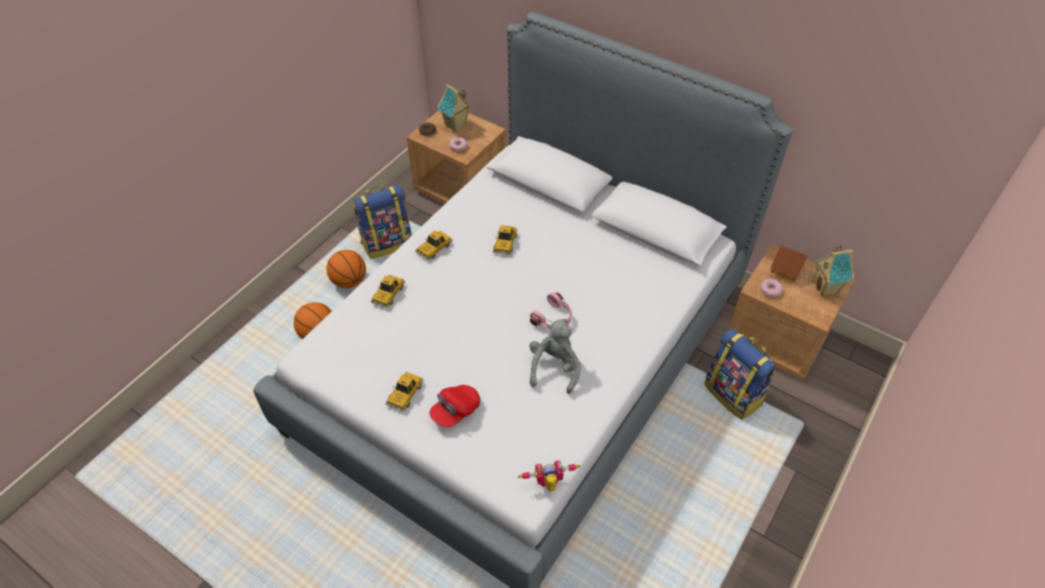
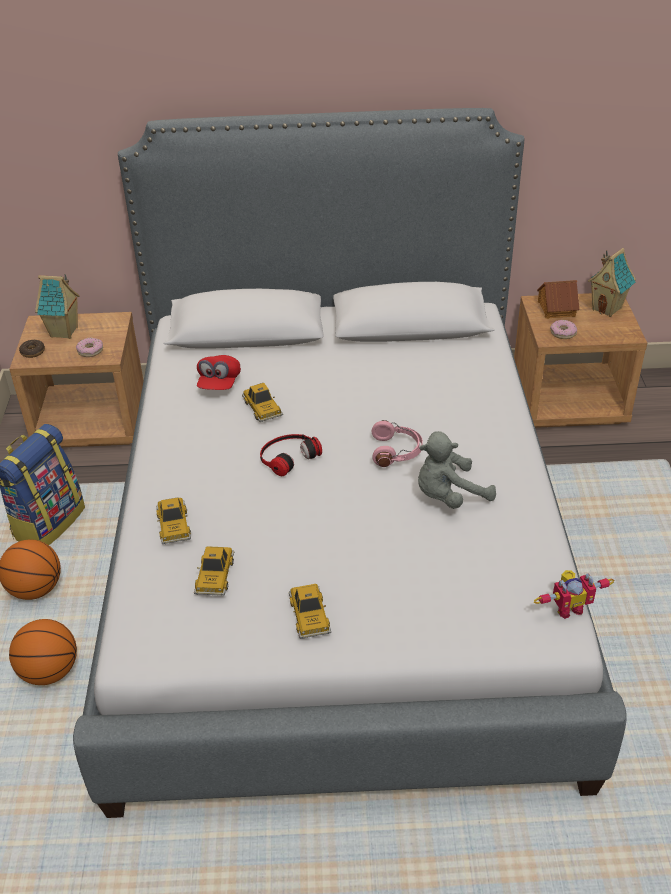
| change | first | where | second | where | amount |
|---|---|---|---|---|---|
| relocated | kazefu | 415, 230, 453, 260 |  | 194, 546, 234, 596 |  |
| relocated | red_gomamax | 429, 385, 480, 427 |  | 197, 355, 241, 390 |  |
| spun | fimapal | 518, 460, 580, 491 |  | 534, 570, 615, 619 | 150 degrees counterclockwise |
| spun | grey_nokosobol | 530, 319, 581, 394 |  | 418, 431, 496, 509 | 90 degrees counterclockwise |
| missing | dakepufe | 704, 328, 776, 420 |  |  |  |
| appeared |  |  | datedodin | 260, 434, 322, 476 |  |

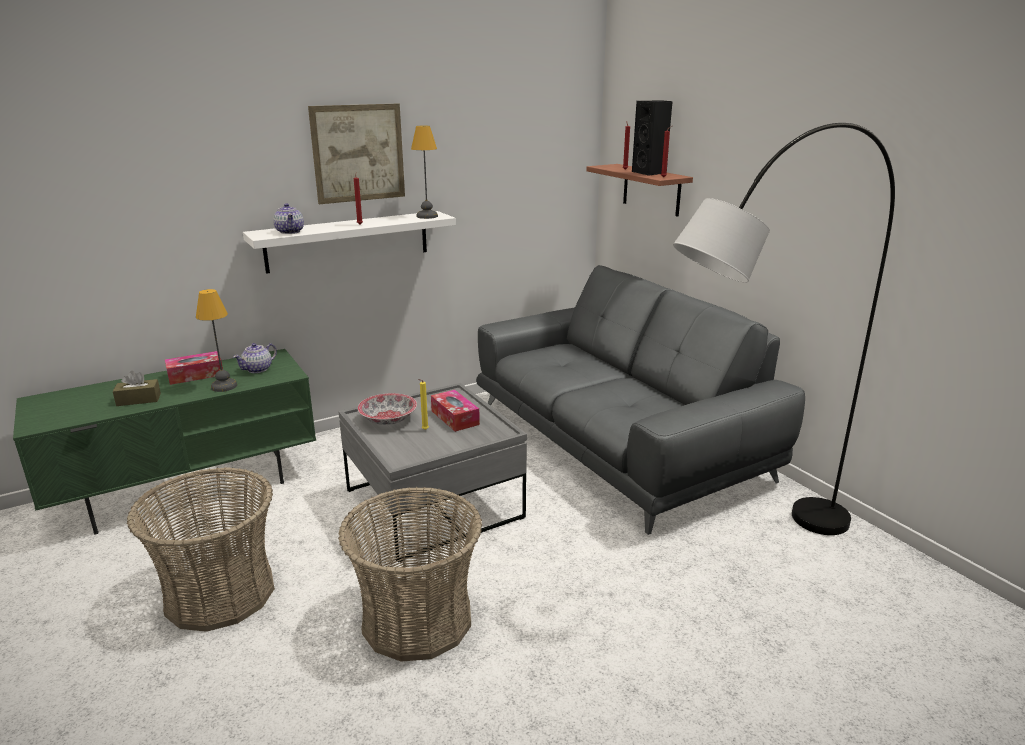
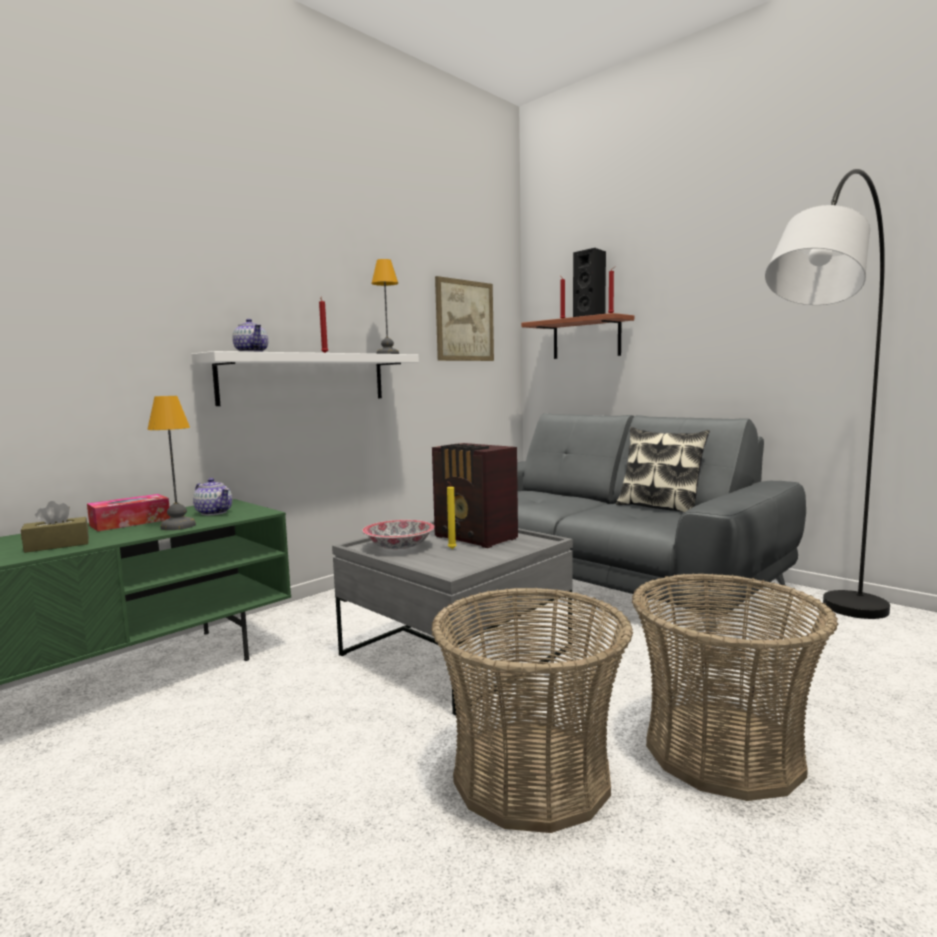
| change | first | where | second | where | amount |
|---|---|---|---|---|---|
| relocated | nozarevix | 127, 467, 275, 632 |  | 632, 573, 838, 801 |  |
| spun | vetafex | 233, 343, 277, 373 |  | 193, 478, 232, 515 | 75 degrees counterclockwise |
| relocated | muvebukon | 308, 104, 405, 204 |  | 435, 276, 494, 361 |  |
| exchanged | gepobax | 431, 390, 480, 432 | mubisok | 432, 443, 518, 548 |  |
| appeared |  |  | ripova | 616, 427, 710, 512 |  |

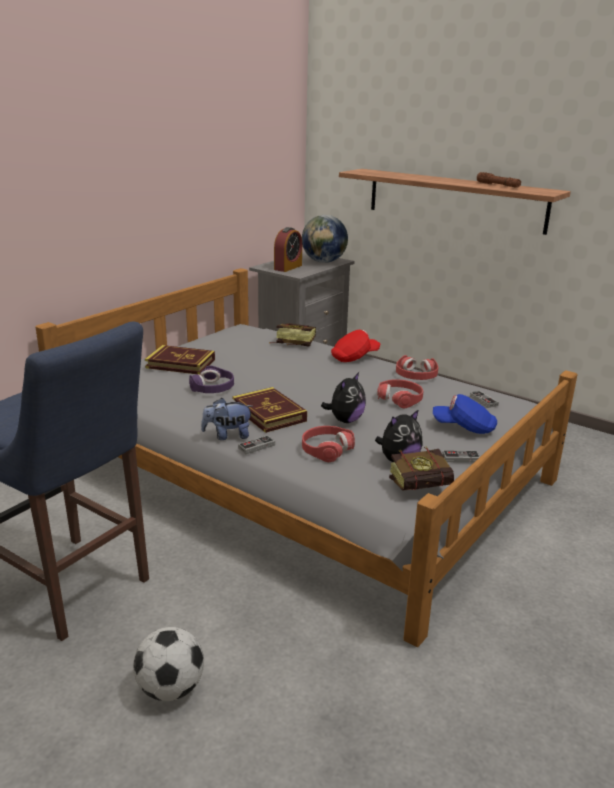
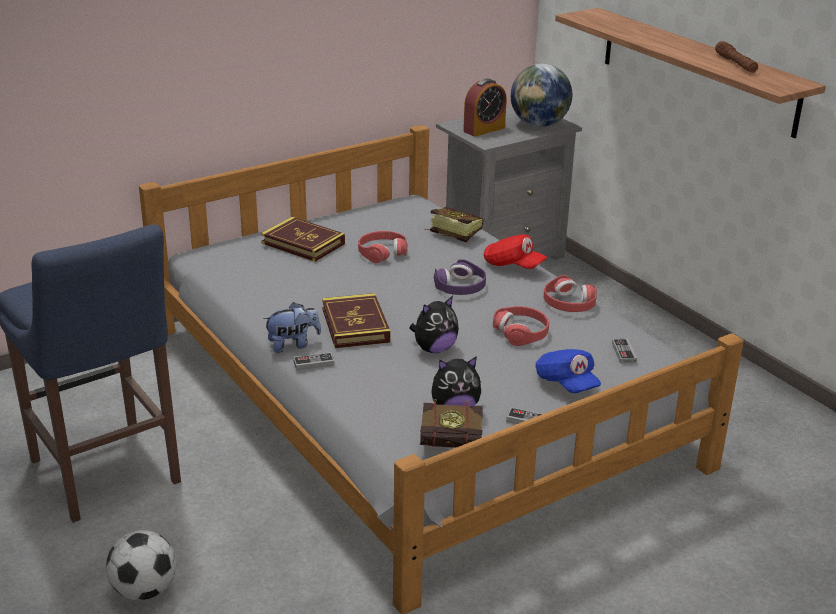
| change | first | where | second | where | amount |
|---|---|---|---|---|---|
| relocated | purple_datedodin | 189, 366, 234, 393 |  | 434, 259, 486, 295 |  |
| spun | nokosobol | 201, 398, 253, 440 |  | 263, 302, 321, 353 | 150 degrees clockwise |
| relocated | red_datedodin | 302, 426, 355, 462 |  | 358, 231, 407, 263 |  |
| spun | red_gomamax | 331, 330, 380, 362 |  | 483, 235, 547, 269 | 45 degrees clockwise |
| spun | blue_gomamax | 433, 394, 497, 434 |  | 536, 349, 601, 393 | 150 degrees counterclockwise |

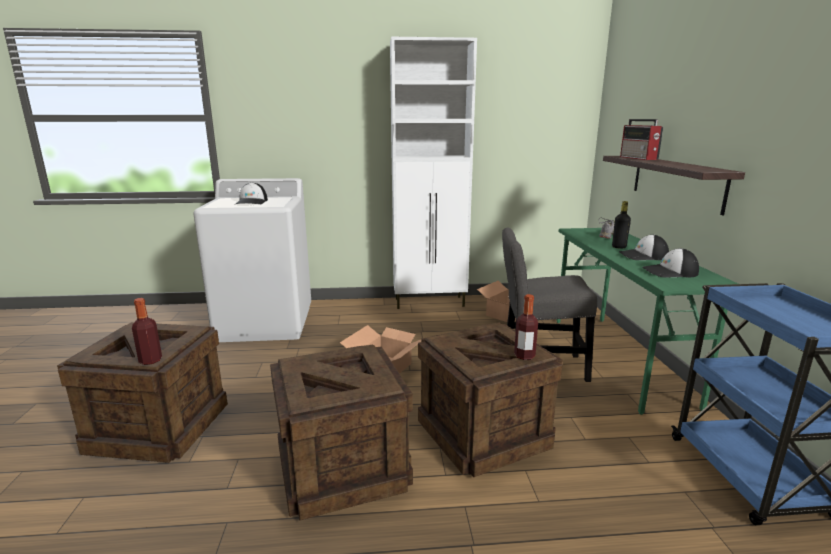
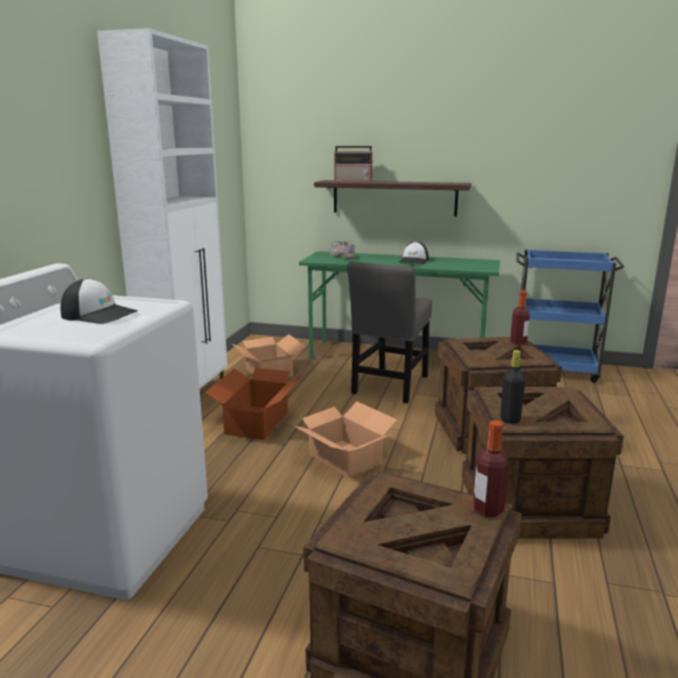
| change | first | where | second | where | amount |
|---|---|---|---|---|---|
| relocated | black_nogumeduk | 612, 201, 631, 249 |  | 500, 350, 526, 424 |  |
| missing | gomamax | 642, 248, 699, 278 |  |  |  |
| appeared |  |  | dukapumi | 205, 368, 302, 440 |  |

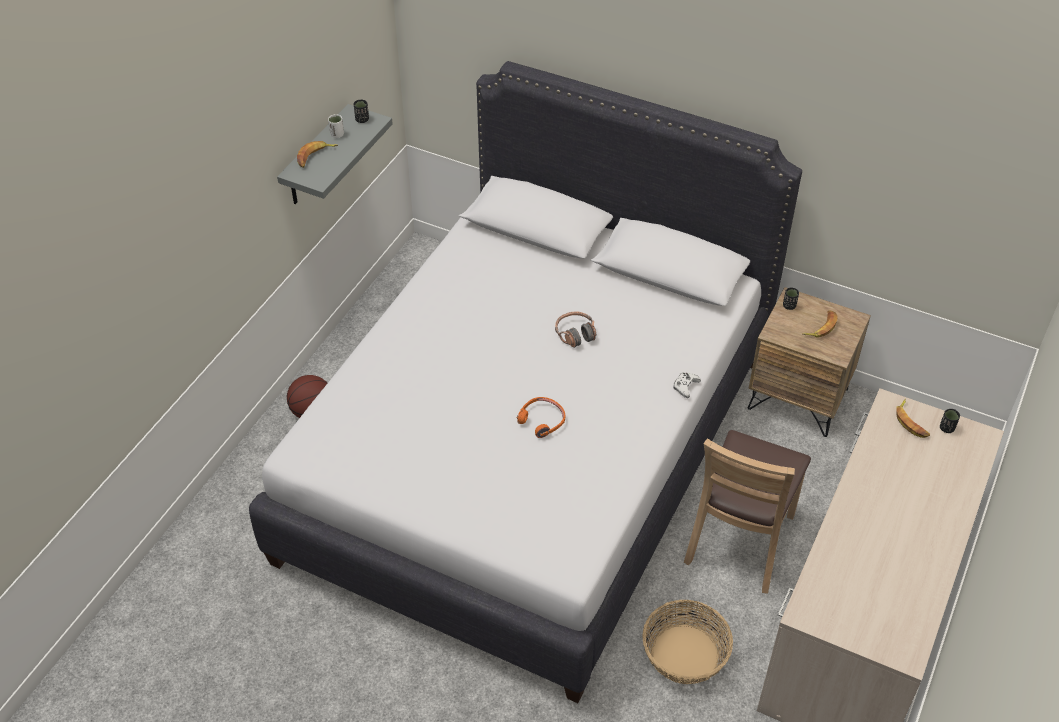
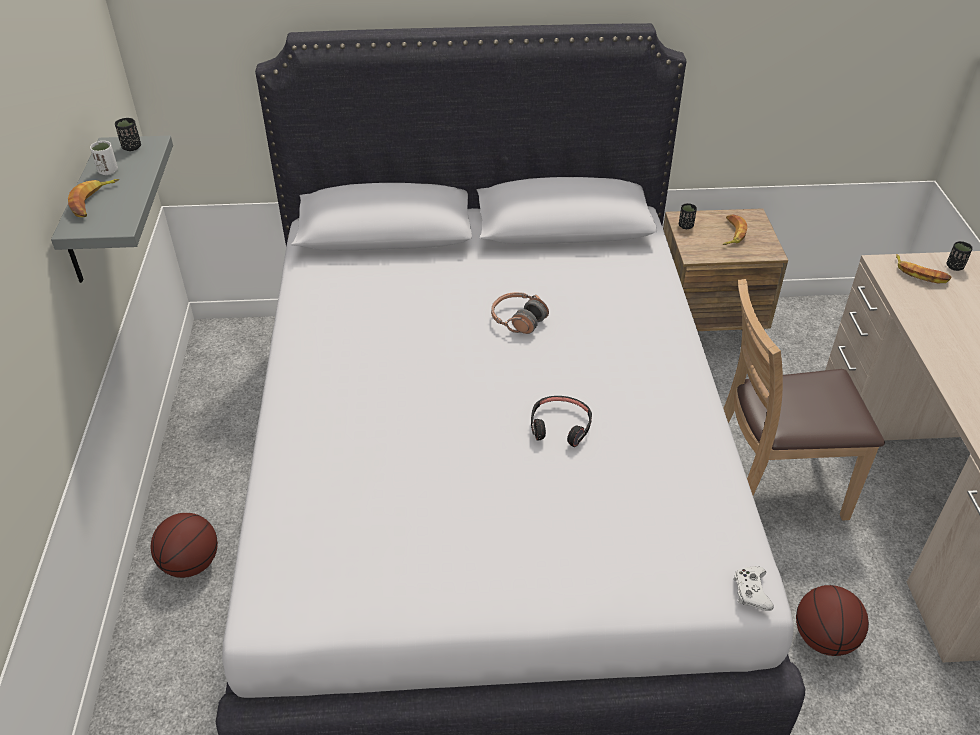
| change | first | where | second | where | amount |
|---|---|---|---|---|---|
| colour | orange_datedodin | 517, 397, 565, 438 | black_datedodin | 531, 396, 592, 447 |  |
| exchanged | nozarevix | 643, 600, 733, 684 | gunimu | 796, 585, 869, 656 |  |
| relocated | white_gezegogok | 673, 372, 701, 398 |  | 734, 566, 774, 611 |  |
| spun | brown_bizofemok | 684, 430, 811, 594 |  | 723, 279, 885, 521 | 90 degrees clockwise |

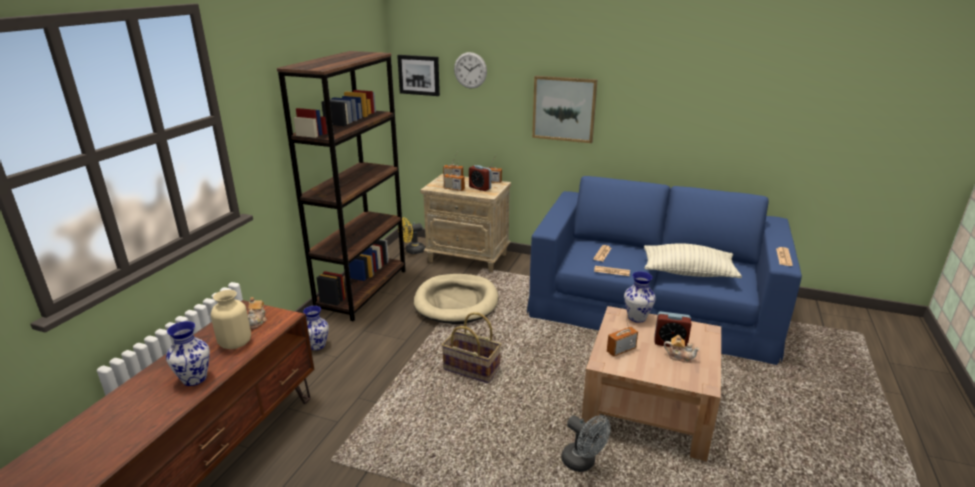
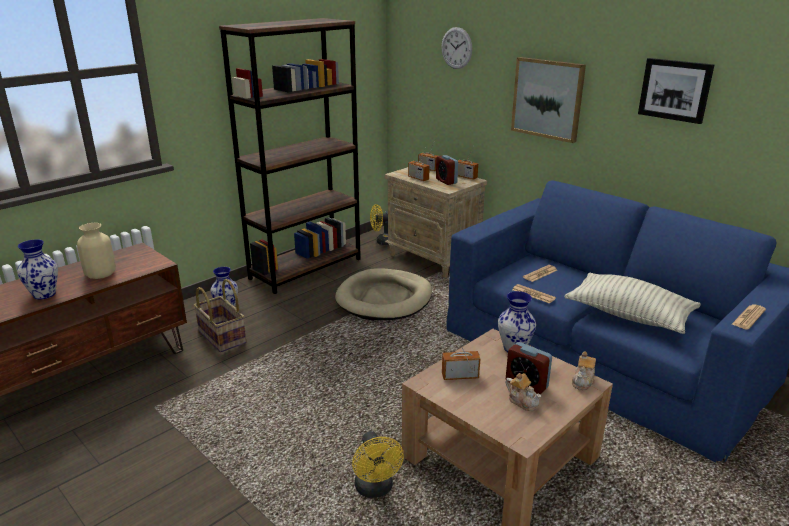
| change | first | where | second | where | amount |
|---|---|---|---|---|---|
| relocated | vetafex | 248, 297, 267, 329 |  | 572, 352, 596, 390 |  |
| relocated | muvebukon | 397, 55, 440, 96 |  | 638, 58, 714, 124 |  |
| relocated | nozarevix | 442, 312, 501, 383 |  | 194, 279, 246, 353 |  |
| colour | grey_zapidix | 561, 415, 611, 472 | yellow_zapidix | 352, 431, 404, 498 |  |

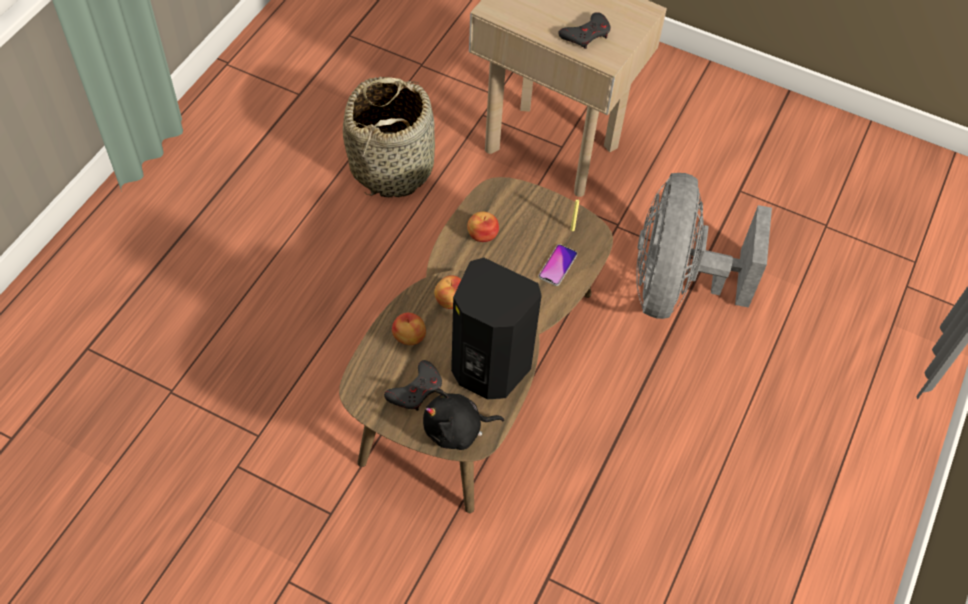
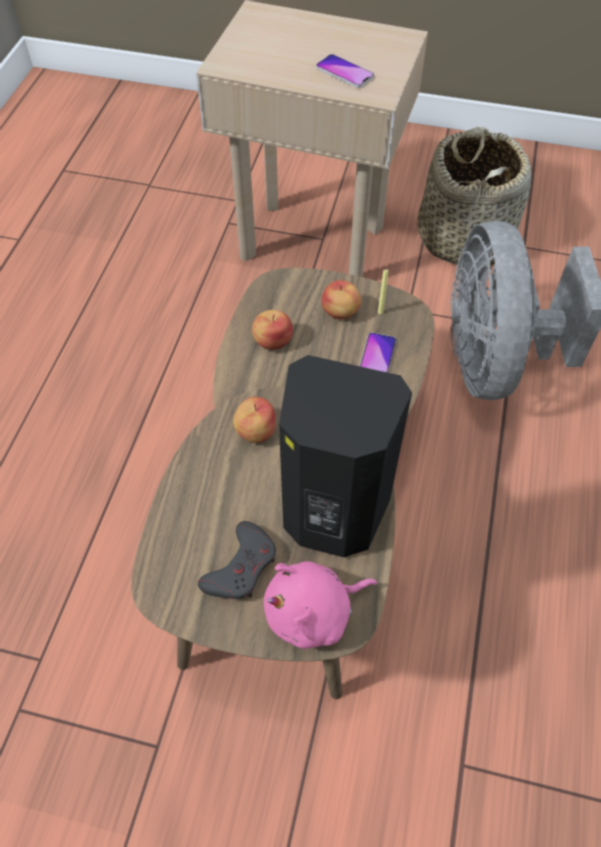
| change | first | where | second | where | amount |
|---|---|---|---|---|---|
| relocated | nozarevix | 343, 77, 435, 197 |  | 417, 127, 531, 266 |  |
| relocated | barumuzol | 392, 312, 426, 345 |  | 321, 280, 361, 319 |  |
| colour | black_nokosobol | 423, 389, 504, 450 | pink_nokosobol | 264, 561, 377, 649 |  |
| exchanged | grey_gezegogok | 558, 12, 611, 49 | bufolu | 316, 54, 374, 88 |  |

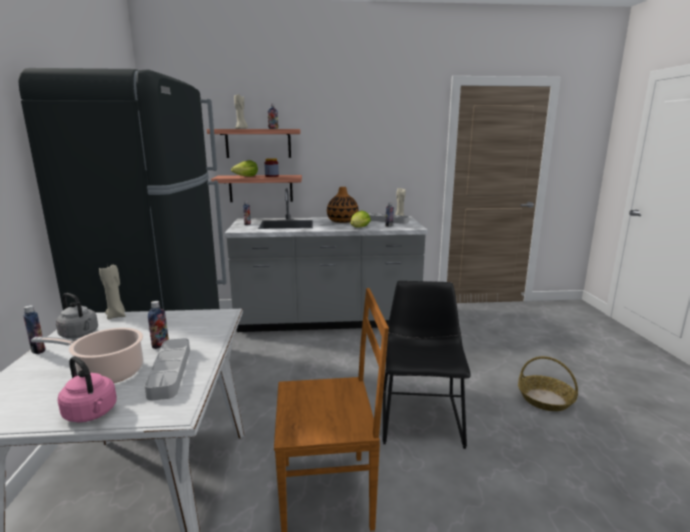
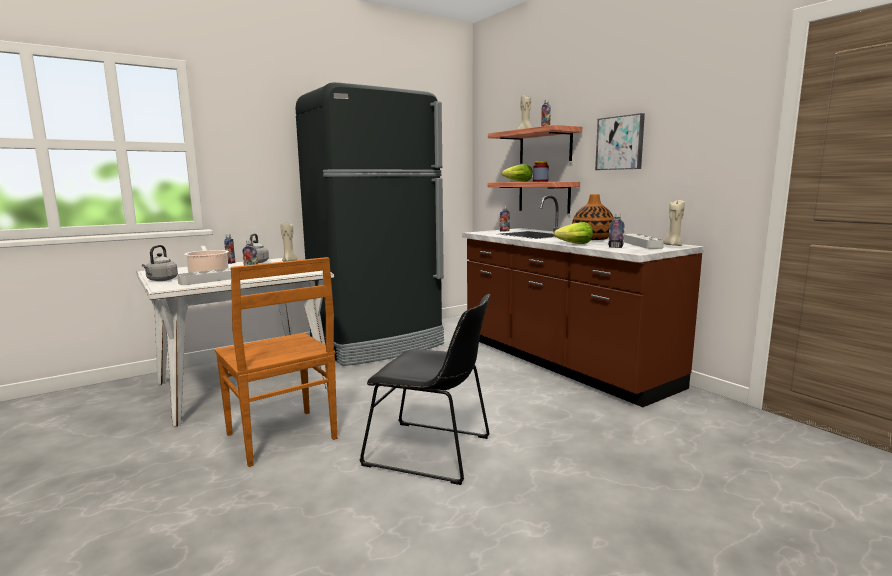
| change | first | where | second | where | amount |
|---|---|---|---|---|---|
| colour | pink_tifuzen | 57, 356, 117, 422 | grey_tifuzen | 142, 245, 178, 281 |  |
| colour | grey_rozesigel | 224, 188, 428, 332 | brown_rozesigel | 462, 195, 705, 407 |  |
| spun | black_bizofemok | 382, 281, 471, 449 |  | 359, 294, 490, 485 | 45 degrees clockwise |
| missing | nozarevix | 518, 356, 578, 411 |  |  |  |
| appeared |  |  | muvebukon | 595, 113, 645, 170 |  |

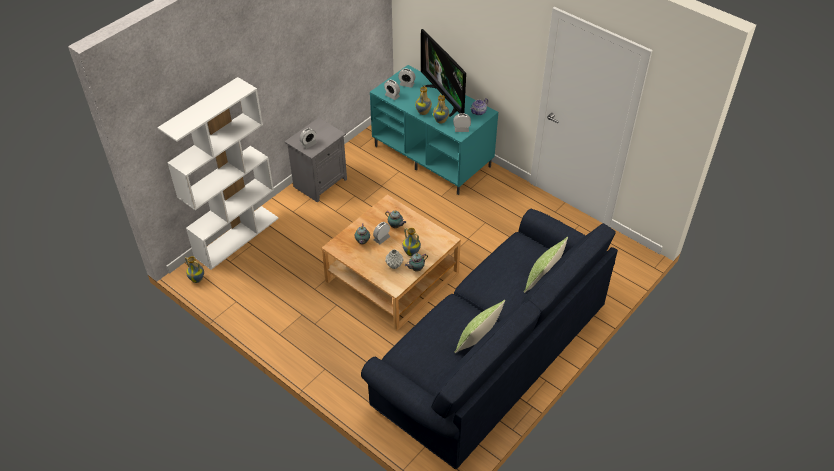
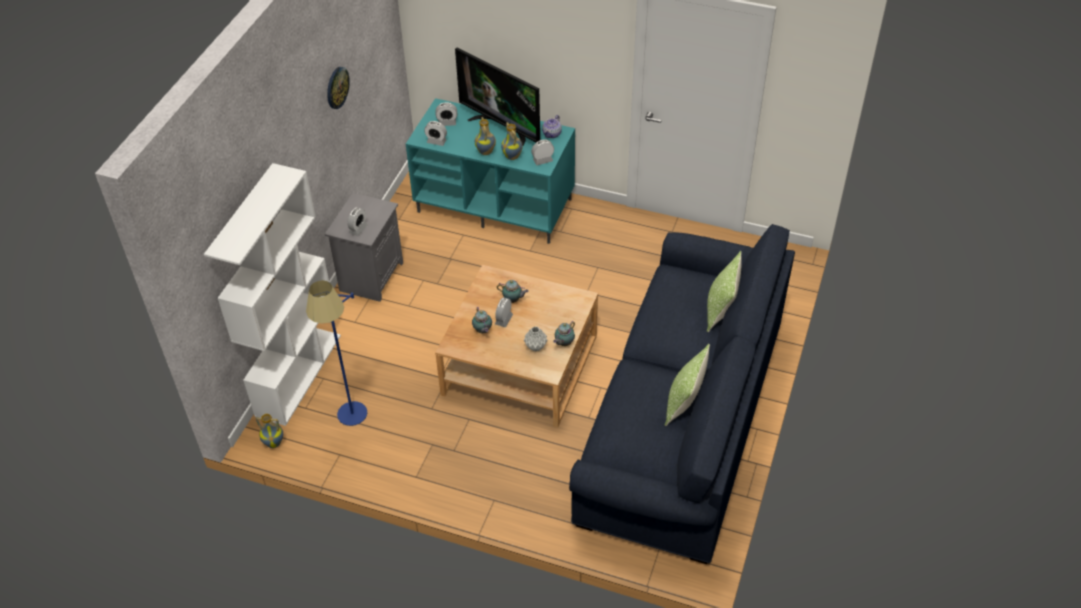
| change | first | where | second | where | amount |
|---|---|---|---|---|---|
| missing | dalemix | 402, 228, 421, 256 |  |  |  |
| appeared |  |  | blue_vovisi | 306, 280, 367, 426 |  |
| appeared |  |  | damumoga | 327, 67, 350, 109 |  |

